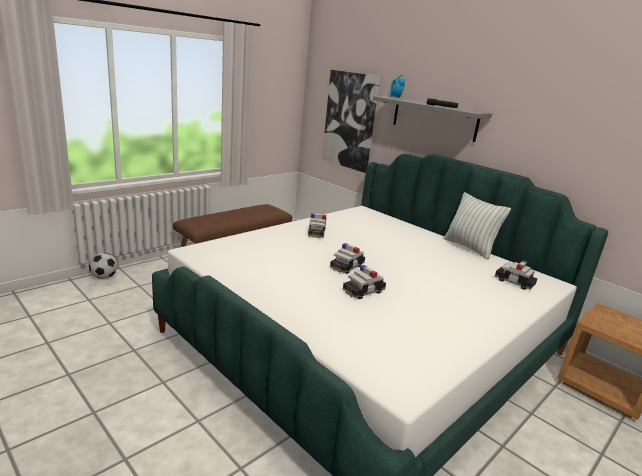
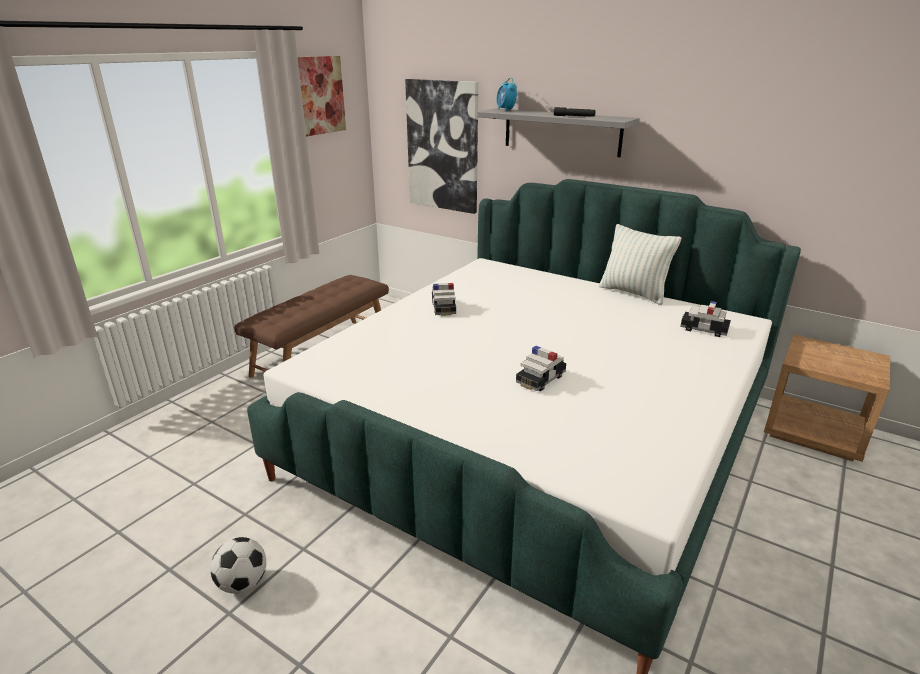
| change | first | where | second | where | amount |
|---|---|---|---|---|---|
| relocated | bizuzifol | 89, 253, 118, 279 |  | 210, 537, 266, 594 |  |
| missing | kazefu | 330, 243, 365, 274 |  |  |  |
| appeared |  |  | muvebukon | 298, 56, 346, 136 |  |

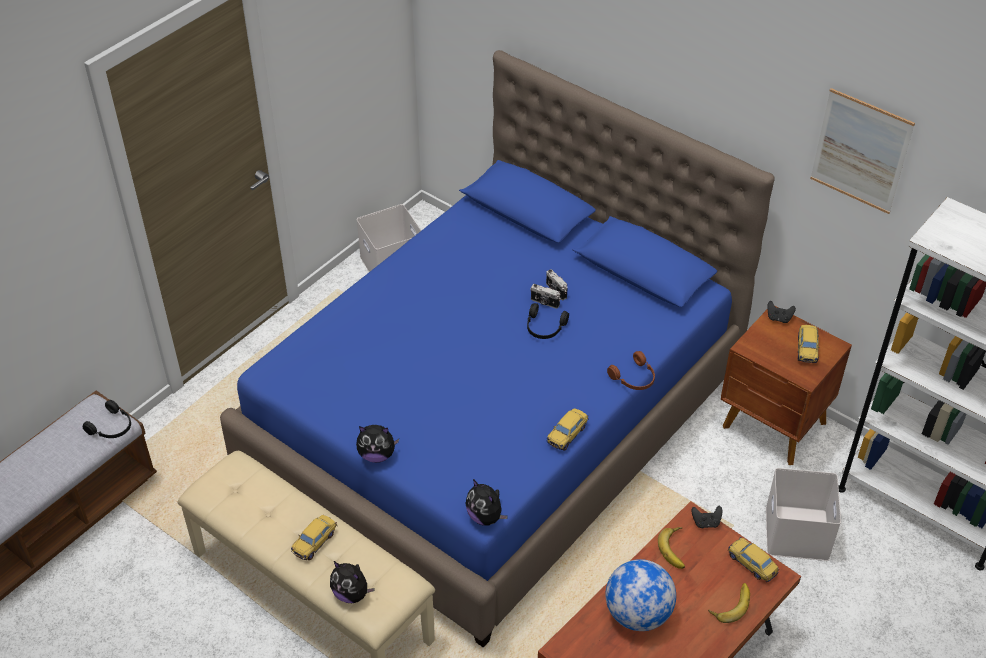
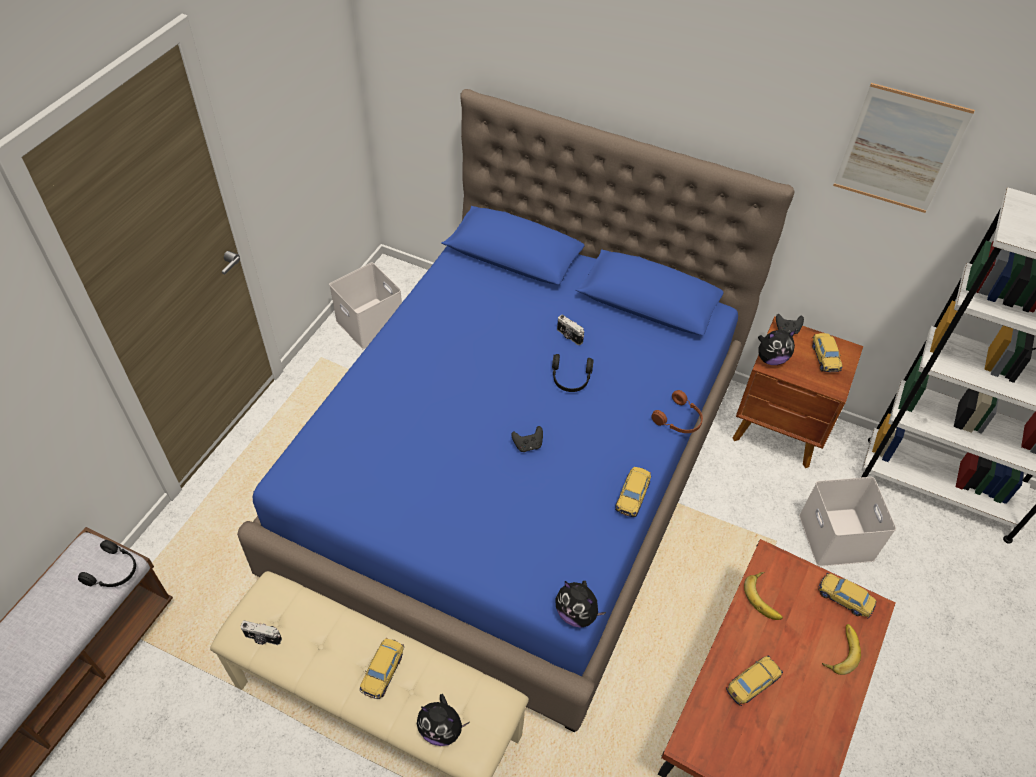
| change | first | where | second | where | amount |
|---|---|---|---|---|---|
| relocated | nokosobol | 356, 425, 399, 463 |  | 758, 330, 796, 365 |  |
| relocated | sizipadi | 531, 284, 561, 309 |  | 240, 621, 282, 645 |  |
| exchanged | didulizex | 606, 559, 676, 631 | kazefu | 726, 656, 783, 706 |  |
| relocated | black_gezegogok | 692, 506, 723, 528 |  | 511, 426, 543, 452 |  |

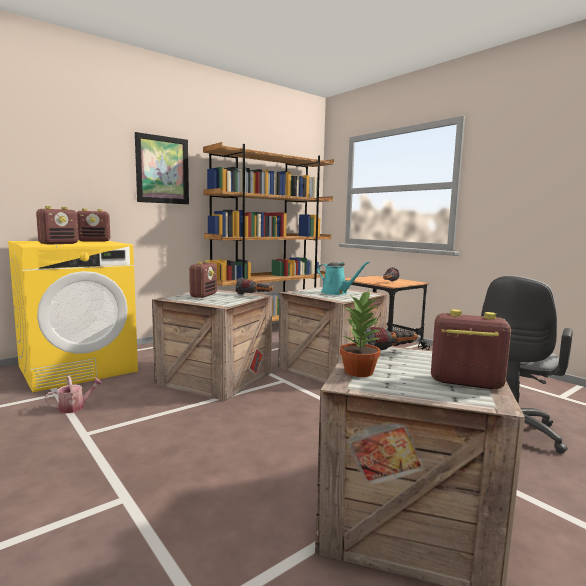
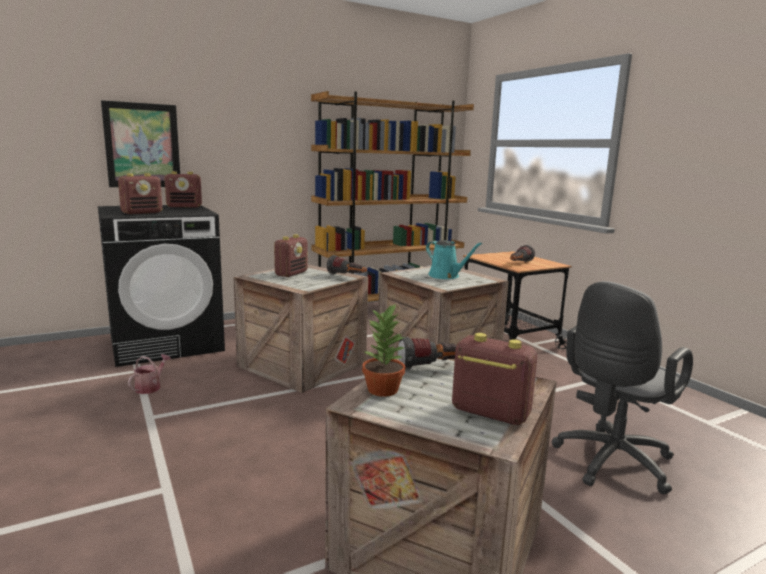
| change | first | where | second | where | amount |
|---|---|---|---|---|---|
| colour | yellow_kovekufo | 8, 241, 138, 392 | black_kovekufo | 98, 205, 225, 367 |  |
| spun | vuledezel | 45, 376, 103, 413 |  | 128, 354, 171, 394 | 45 degrees counterclockwise |
| relocated | muvebukon | 135, 132, 189, 204 |  | 101, 100, 180, 187 |  |

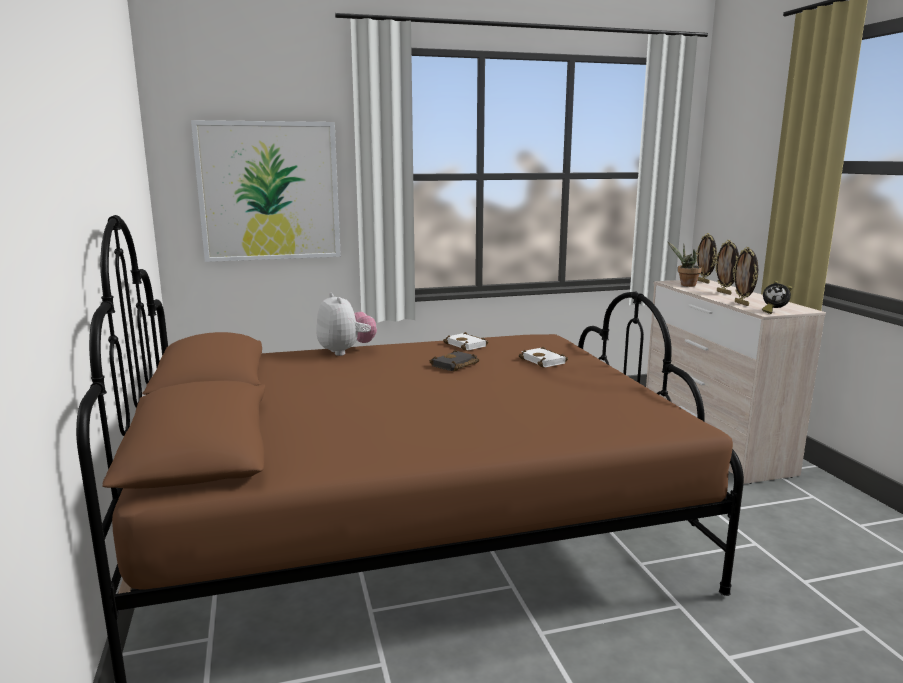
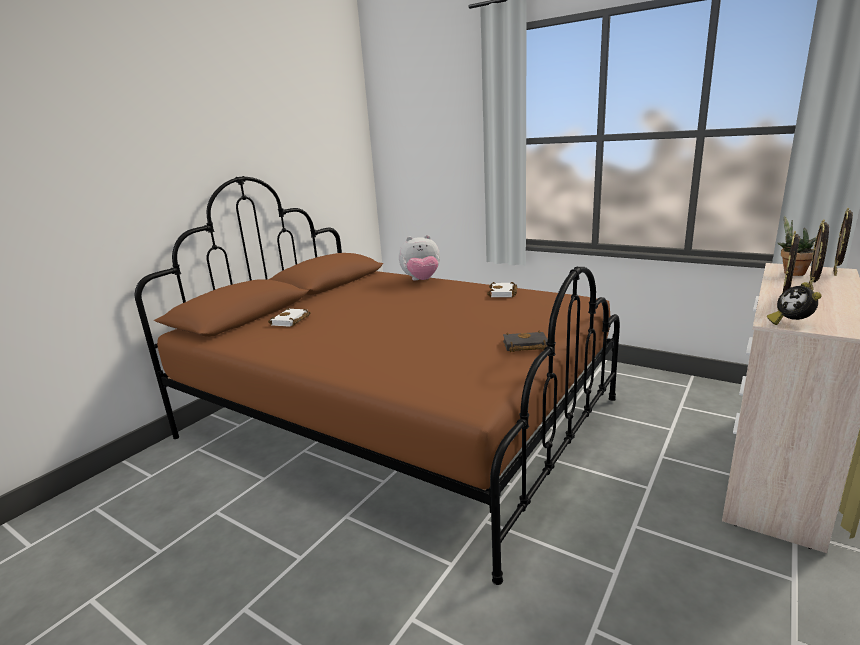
| change | first | where | second | where | amount |
|---|---|---|---|---|---|
| missing | muvebukon | 191, 120, 341, 262 |  |  |  |
| spun | nokosobol | 316, 293, 377, 356 |  | 399, 235, 440, 280 | 60 degrees clockwise |
| relocated | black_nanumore | 430, 350, 480, 372 |  | 503, 331, 548, 352 |  |
| relocated | white_nanumore | 519, 347, 568, 368 |  | 268, 308, 311, 327 |  |

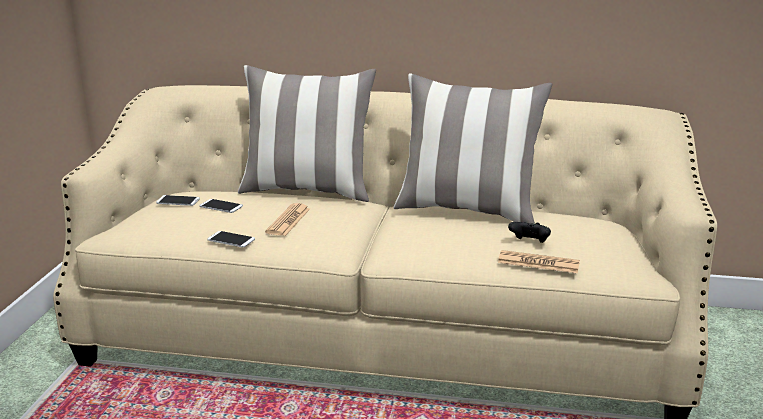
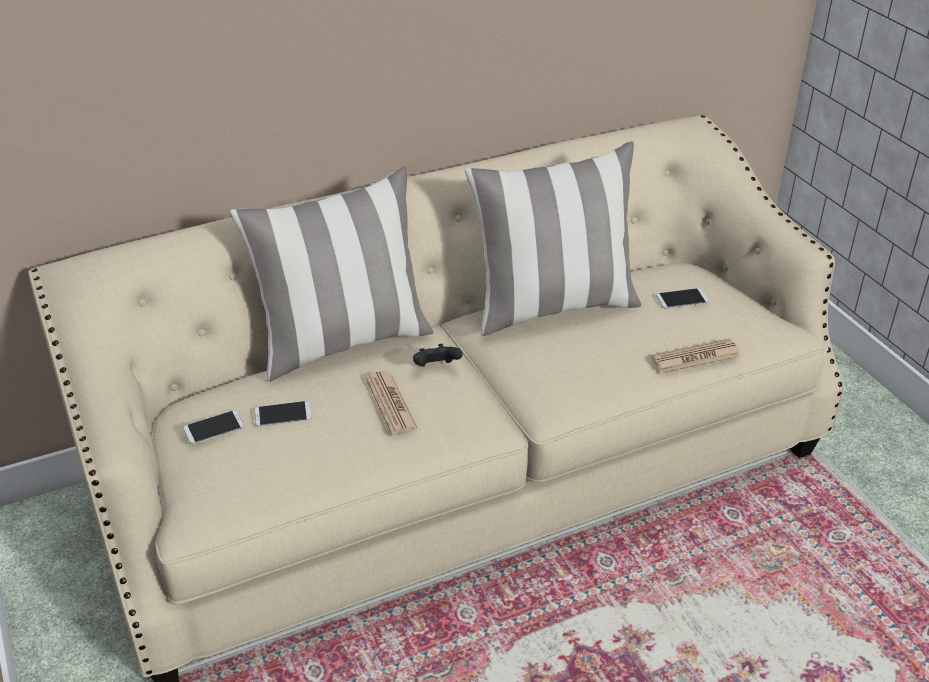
| change | first | where | second | where | amount |
|---|---|---|---|---|---|
| relocated | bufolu | 207, 231, 255, 247 |  | 656, 288, 709, 309 |  |
| relocated | black_gezegogok | 508, 222, 551, 243 |  | 413, 344, 462, 367 |  |

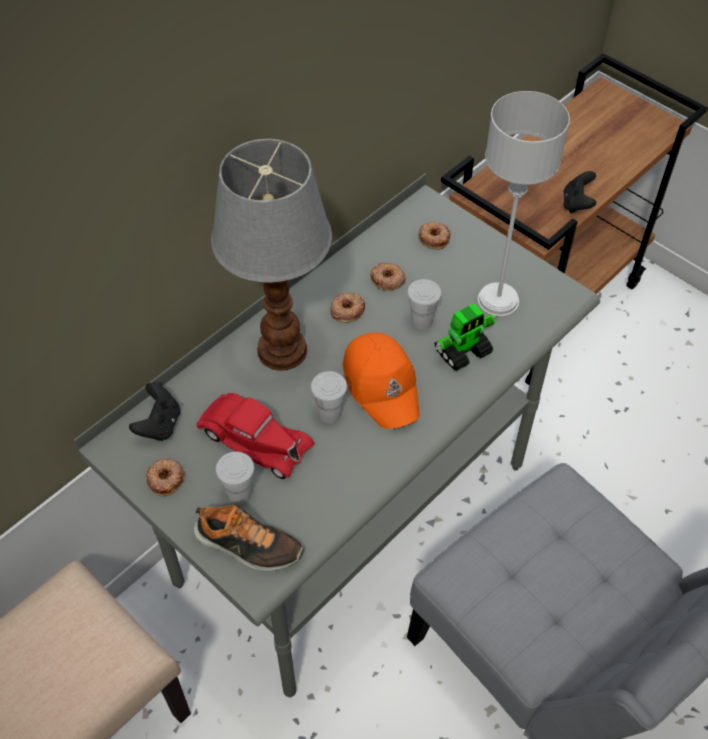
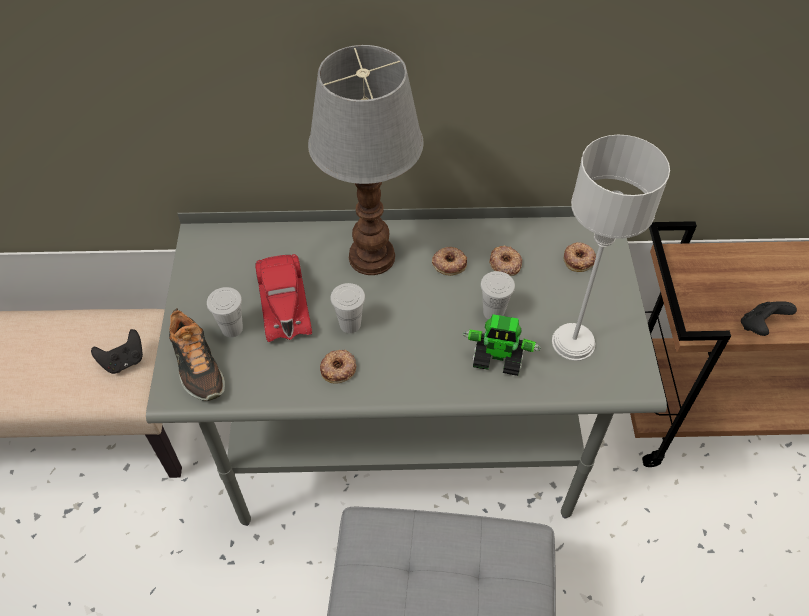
| change | first | where | second | where | amount |
|---|---|---|---|---|---|
| relocated | black_gezegogok | 129, 382, 180, 441 |  | 91, 329, 143, 374 |  |
| relocated | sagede | 146, 458, 184, 496 |  | 320, 350, 356, 384 |  |
| missing | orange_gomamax | 343, 332, 420, 429 |  |  |  |

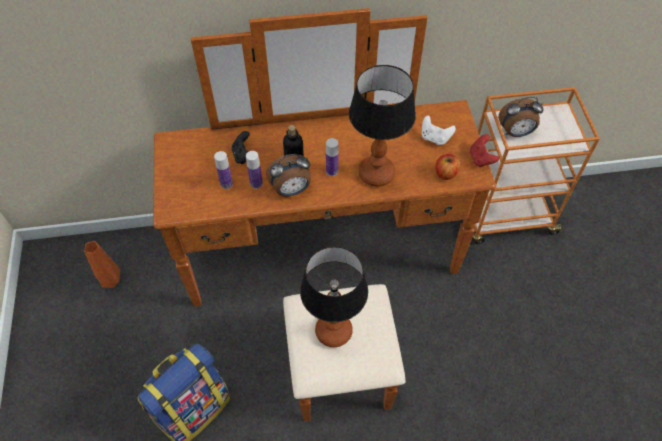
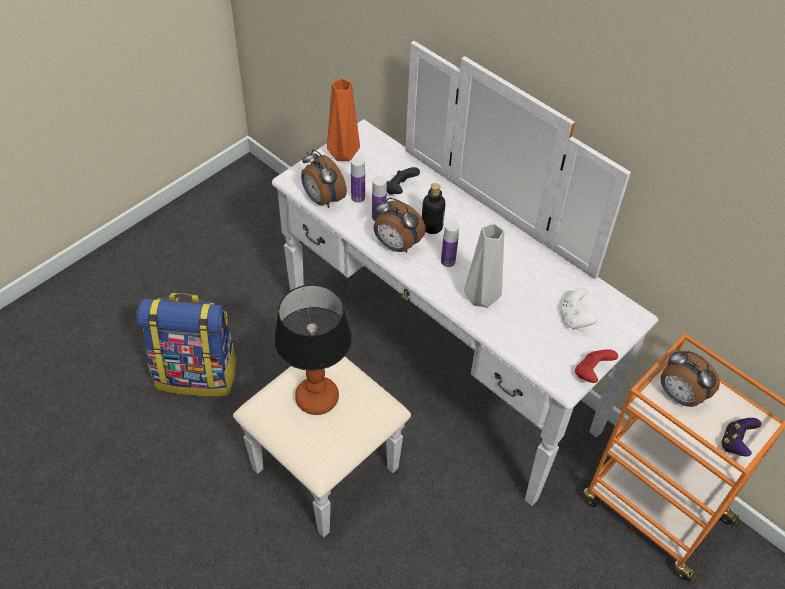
| change | first | where | second | where | amount |
|---|---|---|---|---|---|
| relocated | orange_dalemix | 84, 241, 120, 288 |  | 327, 78, 360, 161 |  |
| colour | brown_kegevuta | 153, 8, 496, 421 | white_kegevuta | 233, 41, 658, 537 |  |
| exchanged | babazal | 349, 65, 416, 186 | grey_dalemix | 464, 223, 504, 307 |  |
| missing | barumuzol | 435, 154, 460, 180 |  |  |  |
| appeared |  |  | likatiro | 301, 149, 347, 208 |  |
| appeared |  |  | gezegogok | 721, 418, 762, 457 |  |

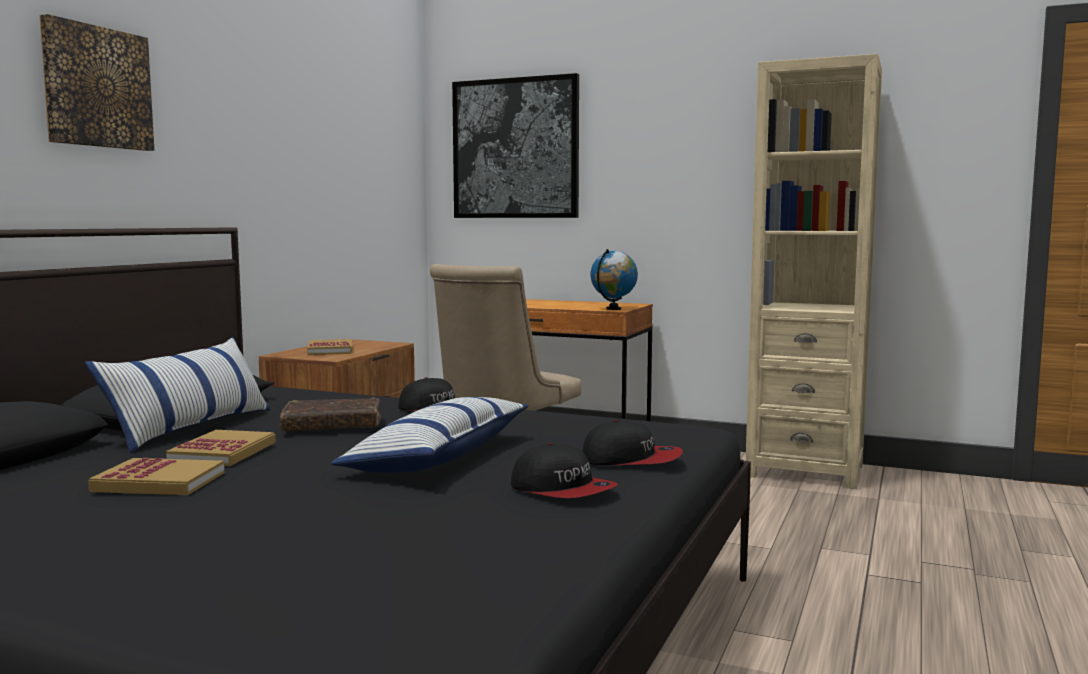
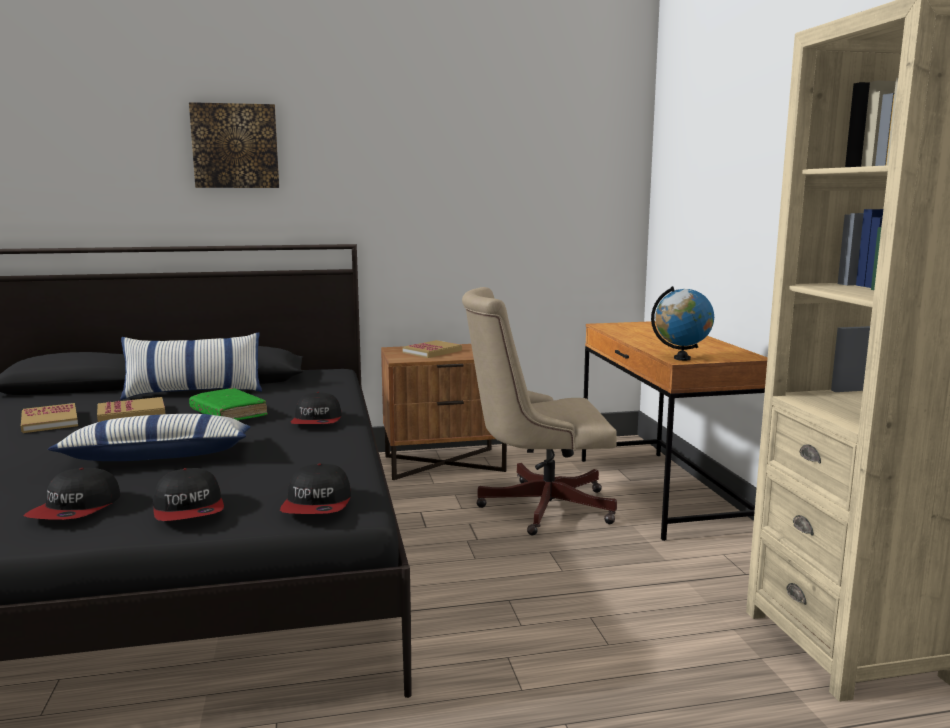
| change | first | where | second | where | amount |
|---|---|---|---|---|---|
| colour | brown_nanumore | 280, 397, 381, 432 | green_nanumore | 189, 388, 268, 420 |  |
| missing | muvebukon | 452, 73, 579, 218 |  |  |  |
| appeared |  |  | gomamax | 280, 464, 351, 514 |  |

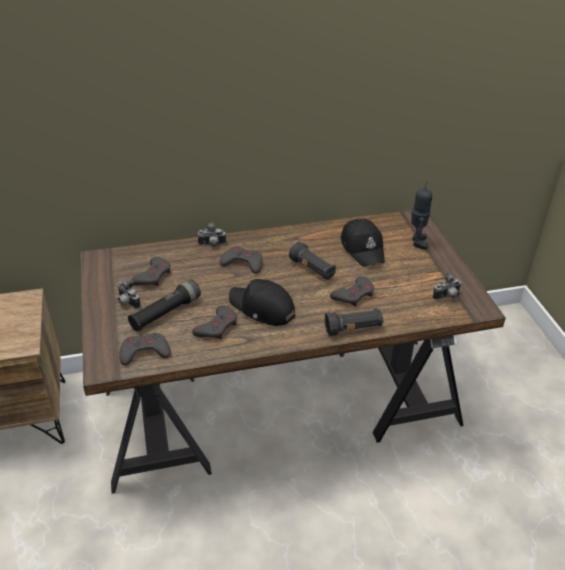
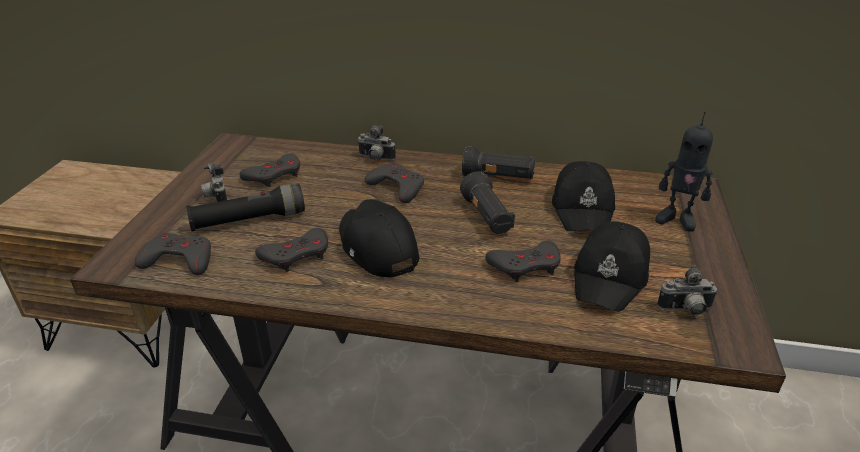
| change | first | where | second | where | amount |
|---|---|---|---|---|---|
| relocated | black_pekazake | 325, 308, 383, 336 |  | 462, 146, 535, 180 |  |
| spun | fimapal | 411, 181, 432, 250 |  | 655, 111, 713, 232 | 90 degrees clockwise |
| appeared |  |  | black_gomamax | 574, 221, 650, 312 |  |

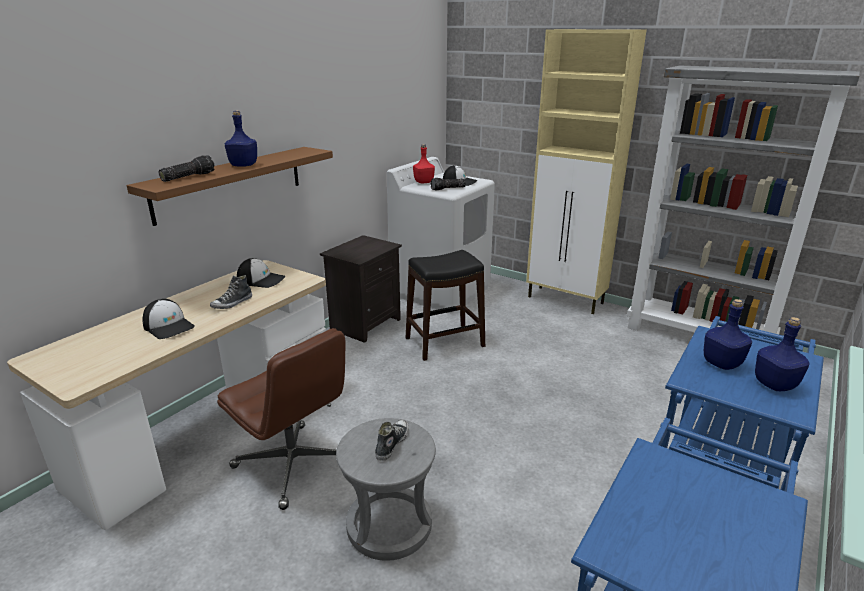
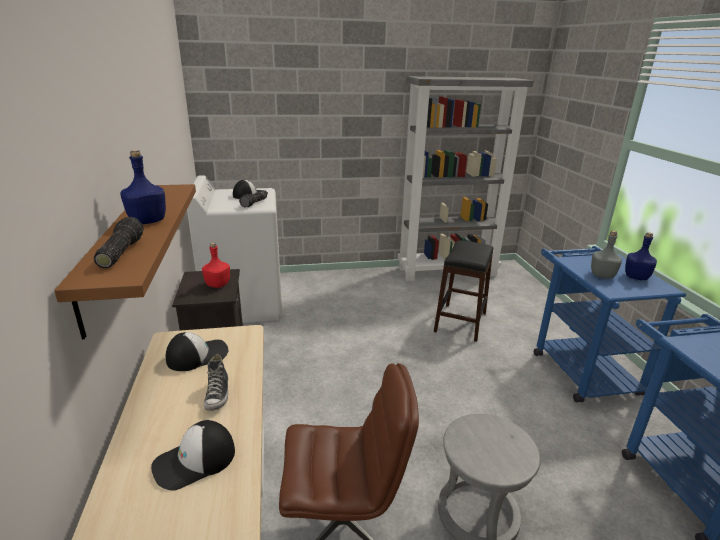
| change | first | where | second | where | amount |
|---|---|---|---|---|---|
| spun | gomamax | 143, 299, 195, 339 |  | 151, 420, 235, 491 | 150 degrees clockwise |
| missing | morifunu | 375, 420, 409, 461 |  |  |  |
| relocated | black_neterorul | 406, 250, 485, 361 |  | 434, 240, 493, 342 |  |
| relocated | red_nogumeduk | 413, 144, 435, 183 |  | 202, 243, 230, 288 |  |
| missing | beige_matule | 526, 29, 647, 314 |  |  |  |
| colour | blue_nogumeduk | 704, 299, 752, 370 | grey_nogumeduk | 591, 231, 622, 279 |  |

